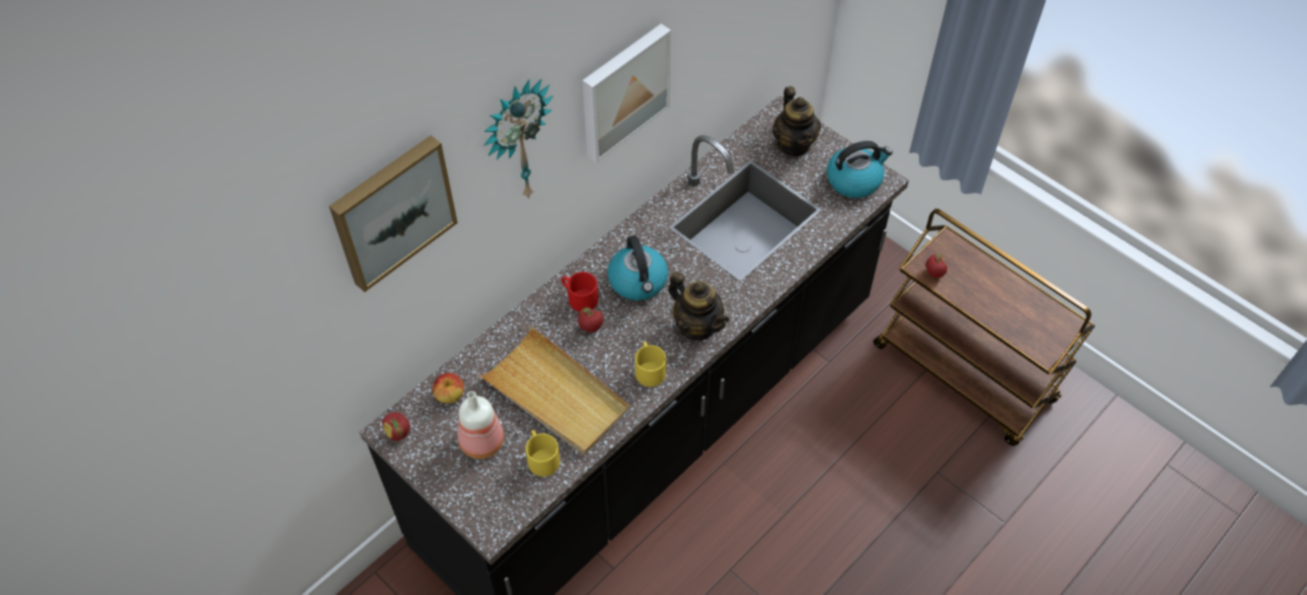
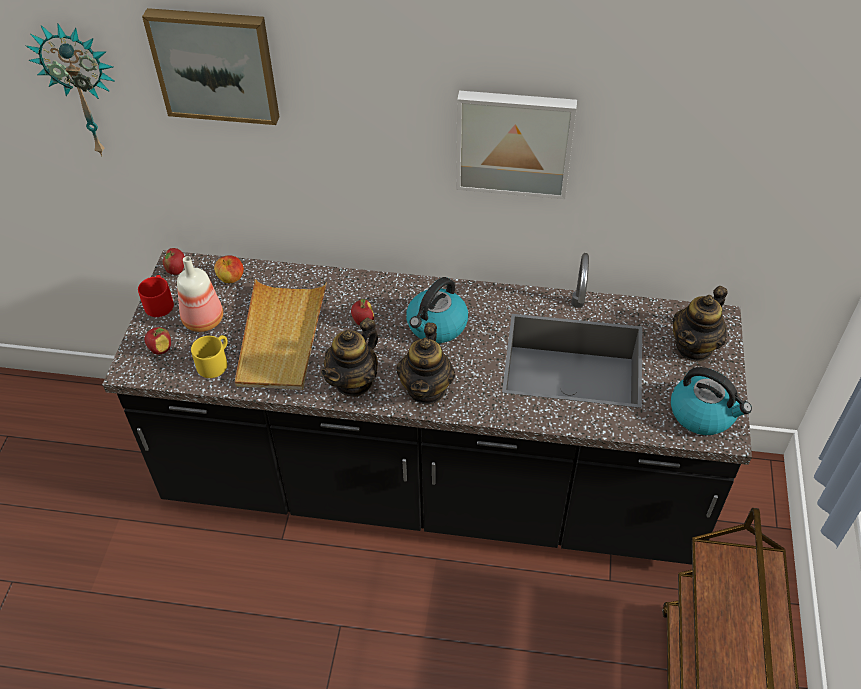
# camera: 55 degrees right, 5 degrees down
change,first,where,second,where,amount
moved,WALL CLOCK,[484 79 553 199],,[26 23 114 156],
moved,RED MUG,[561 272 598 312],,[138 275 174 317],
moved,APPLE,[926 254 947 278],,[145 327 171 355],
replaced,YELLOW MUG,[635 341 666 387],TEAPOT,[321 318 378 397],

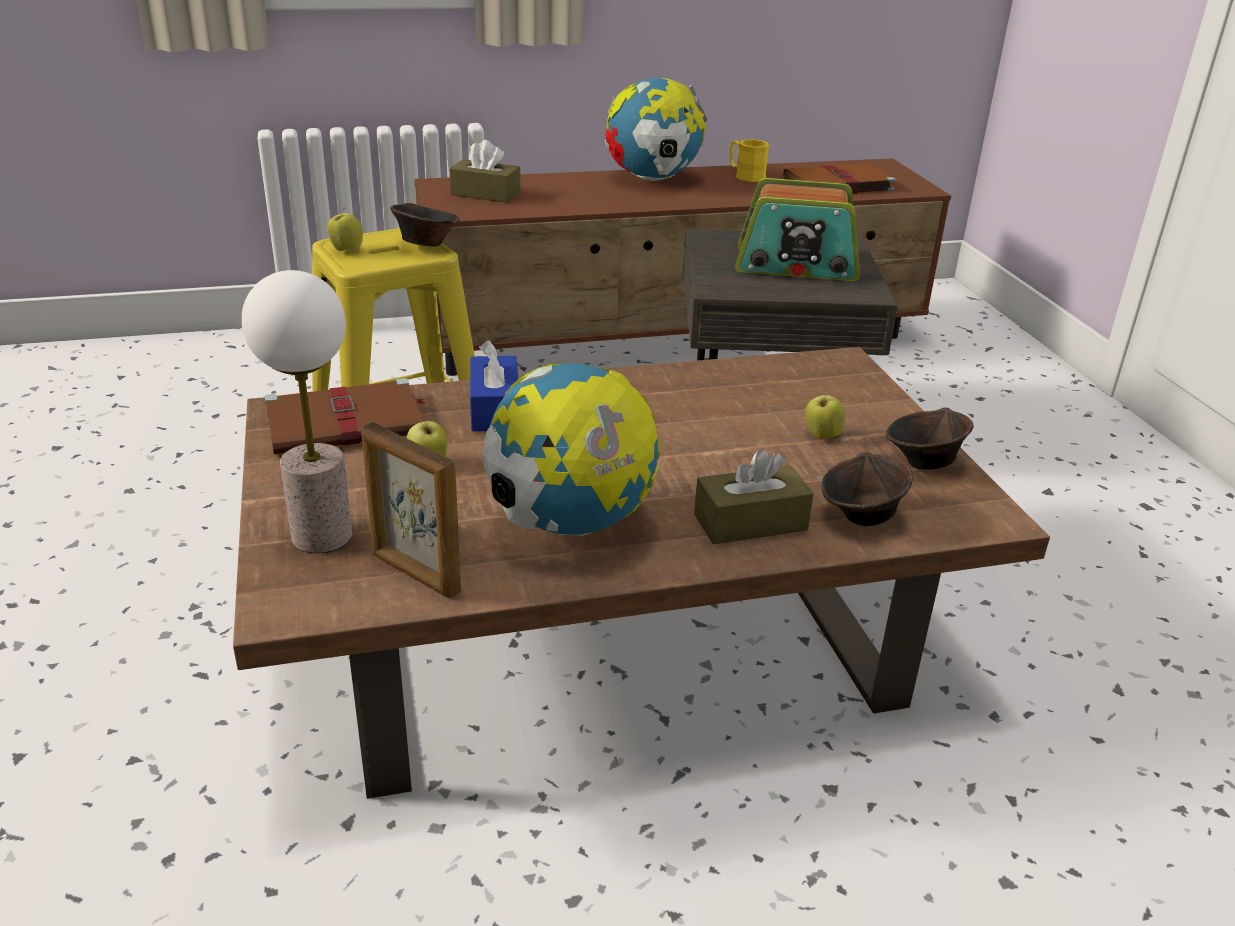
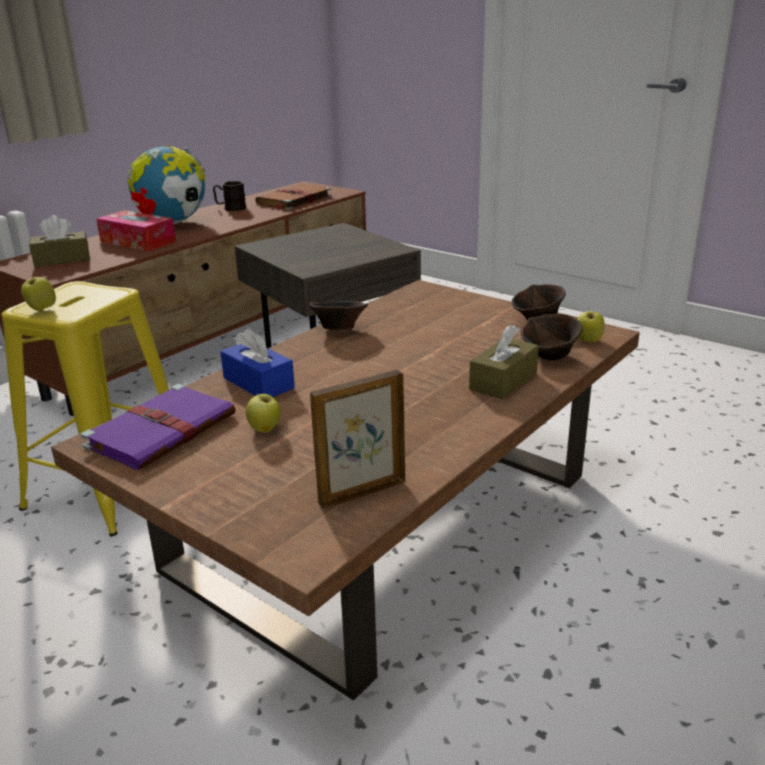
# camera: 35 degrees left, 5 degrees down
change,first,where,second,where,amount
recoloured,BROWN BOOK,[264 378 425 454],PURPLE BOOK,[81 384 236 470],
added,,,TISSUE BOX,[96 210 176 252],
recoloured,YELLOW MUG,[730 139 770 182],BLACK MUG,[213 181 246 211],
moved,BROWN BOWL,[390 203 460 247],,[310 301 368 330],
turned,PICTURE FRAME,[361 422 461 598],,[310 370 405 509],150 degrees clockwise
moved,APPLE,[805 390 845 439],,[577 307 604 342],
removed,TABLE LAMP,[242 270 352 553],,,
removed,GLOBE,[482 363 660 536],,,
removed,RADIO,[735 178 860 281],,,

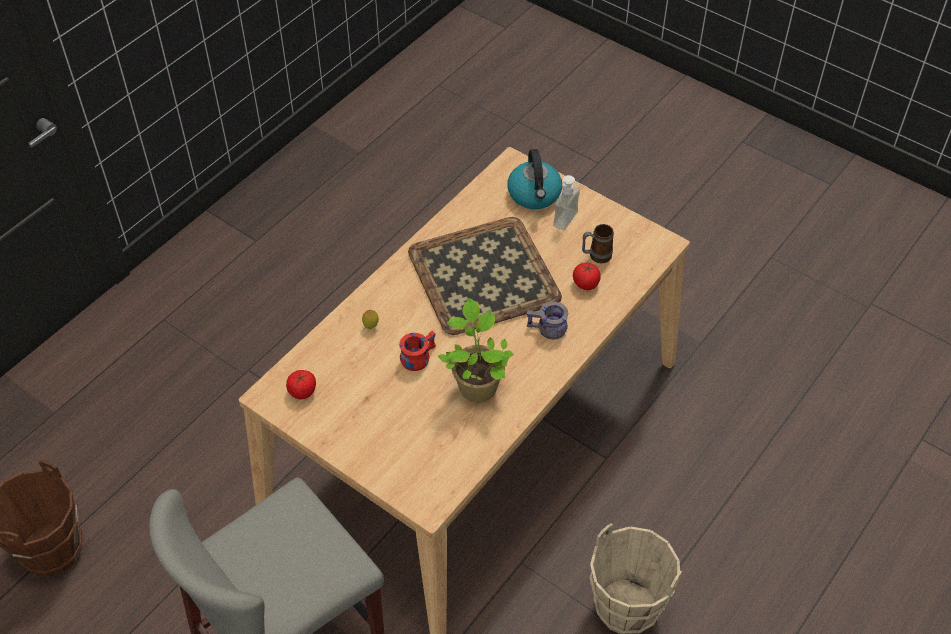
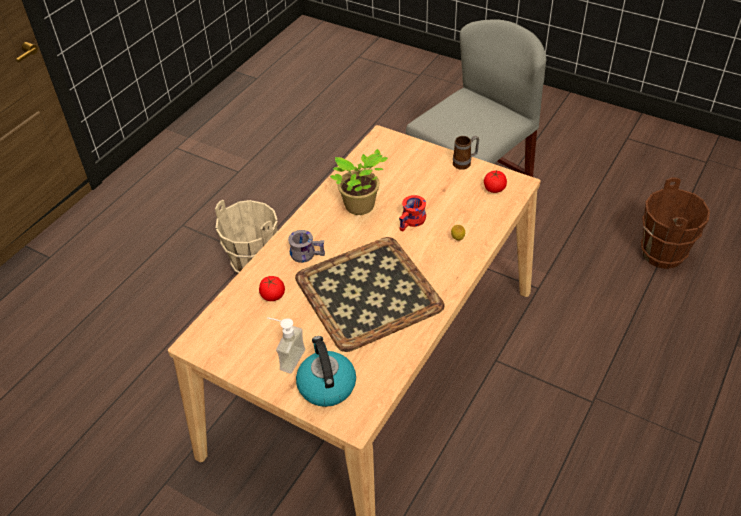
# camera: 175 degrees right, 5 degrees down
change,first,where,second,where,amount
moved,MUG,[582 224 614 263],,[453 136 479 170],

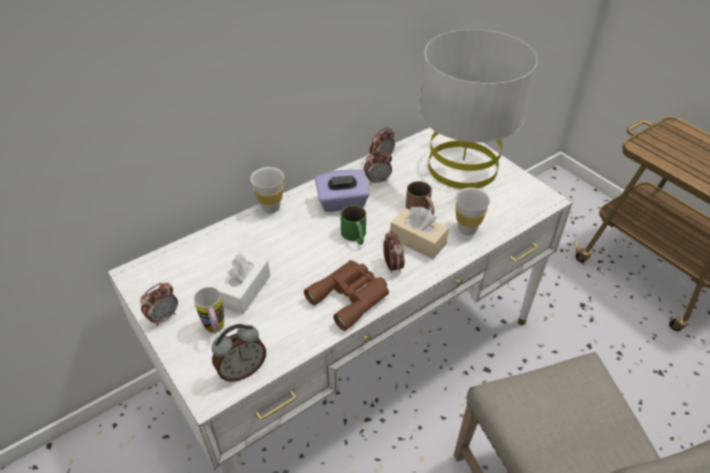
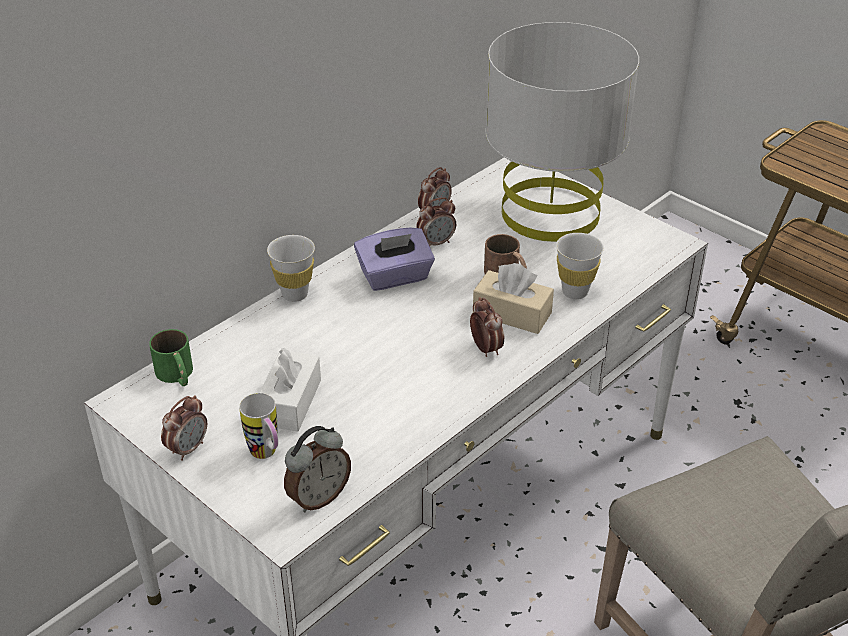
# camera: 10 degrees left, 5 degrees down
change,first,where,second,where,amount
moved,GREEN MUG,[341 205 366 245],,[149 329 193 386],
removed,BROWN BINOCULARS,[304 260 389 331],,,

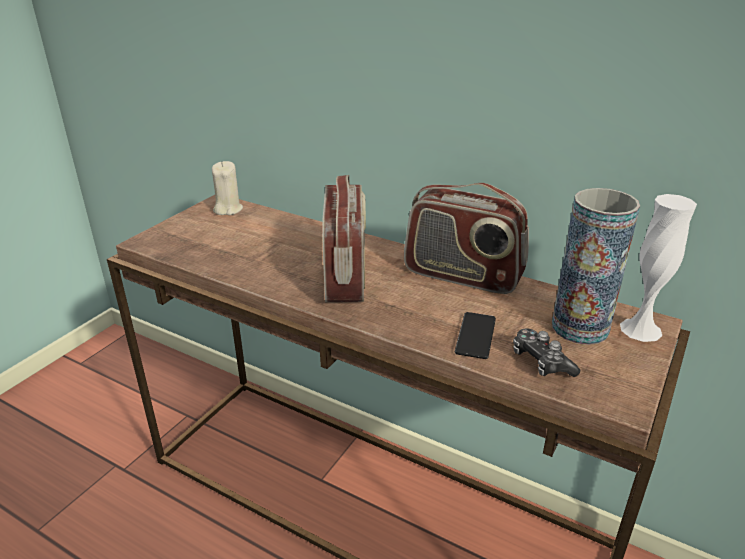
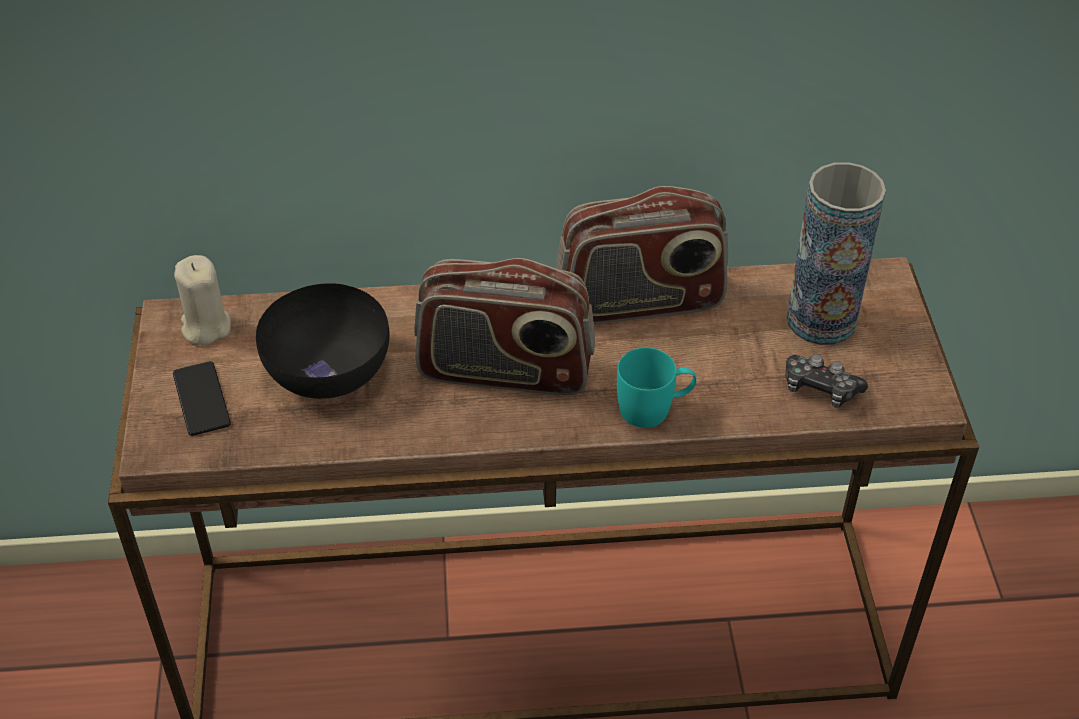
# camera: 35 degrees left, 15 degrees up
change,first,where,second,where,amount
moved,PHONE,[455 312 496 359],,[173 361 231 436],
added,,,BLACK BOWL,[256 283 389 399],
turned,RADIO,[322 175 366 302],,[415 258 595 395],135 degrees clockwise
added,,,TURQUOISE MUG,[617 348 697 428],
removed,WHITE VASE,[620 194 697 342],,,

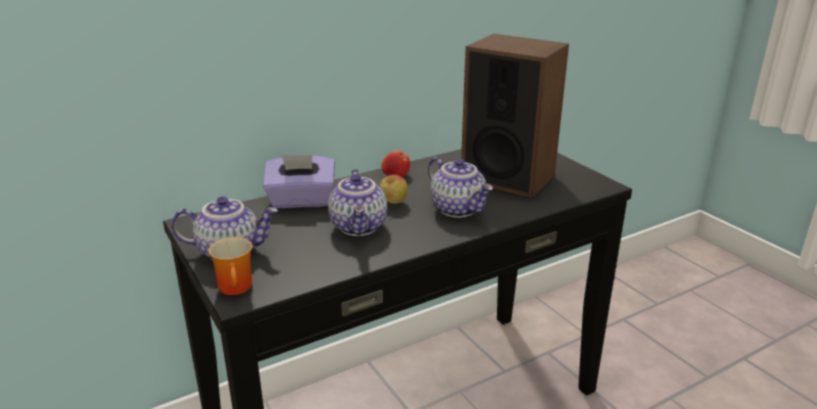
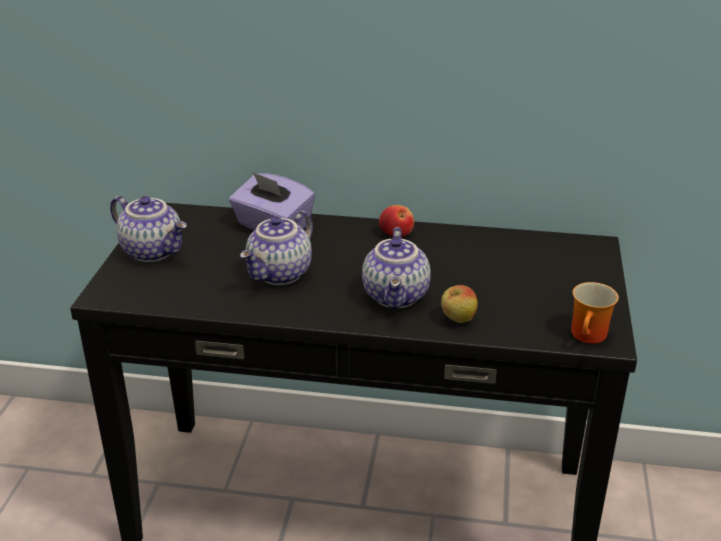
# camera: 40 degrees right, 5 degrees up
change,first,where,second,where,amount
moved,APPLE,[379 175 407 204],,[441 285 478 323],
moved,MUG,[208 237 252 295],,[571 282 619 344],
removed,SPEAKER,[461 34 569 198],,,

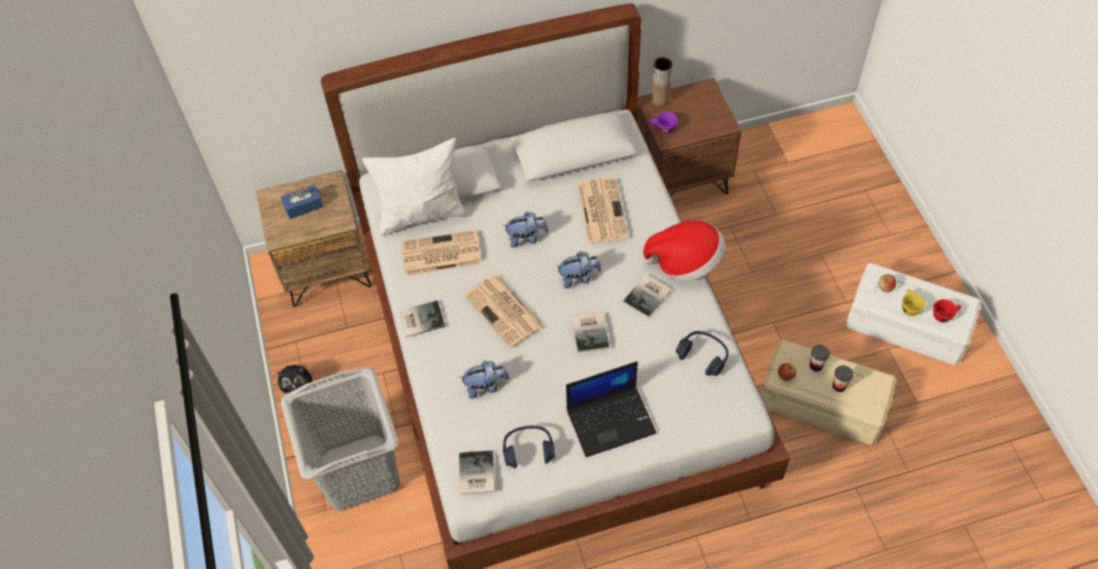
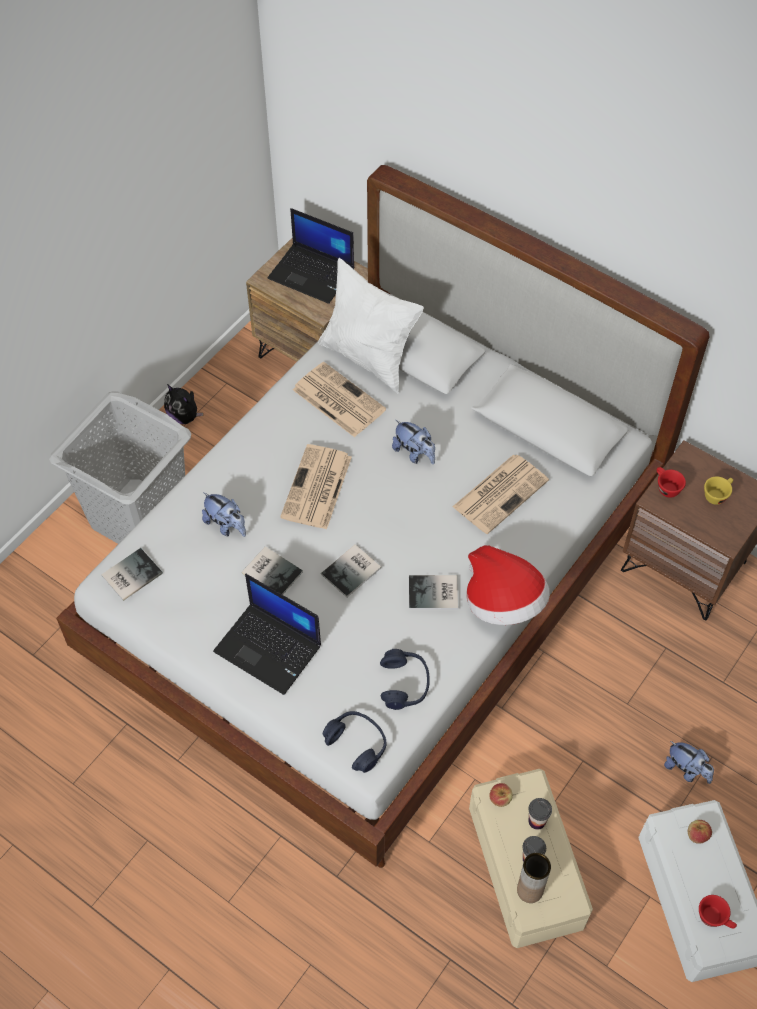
# camera: 50 degrees right, 0 degrees up
change,first,where,second,where,amount
moved,BOOK,[399 300 445 337],,[242 546 303 595],
replaced,BLUE TISSUE BOX,[281 184 324 219],LAPTOP,[268 208 354 304],
moved,BLUE HEADPHONES,[503 426 555 468],,[323 711 387 773],
moved,BROWN VASE,[651 57 673 107],,[517 853 551 903],
recoloured,PURPLE CUP,[649 112 678 134],RED CUP,[657 467 686 498],
moved,PLUSH TOY,[556 251 601 288],,[664 741 714 784],
moved,YELLOW CUP,[902 289 925 316],,[704 476 733 505],

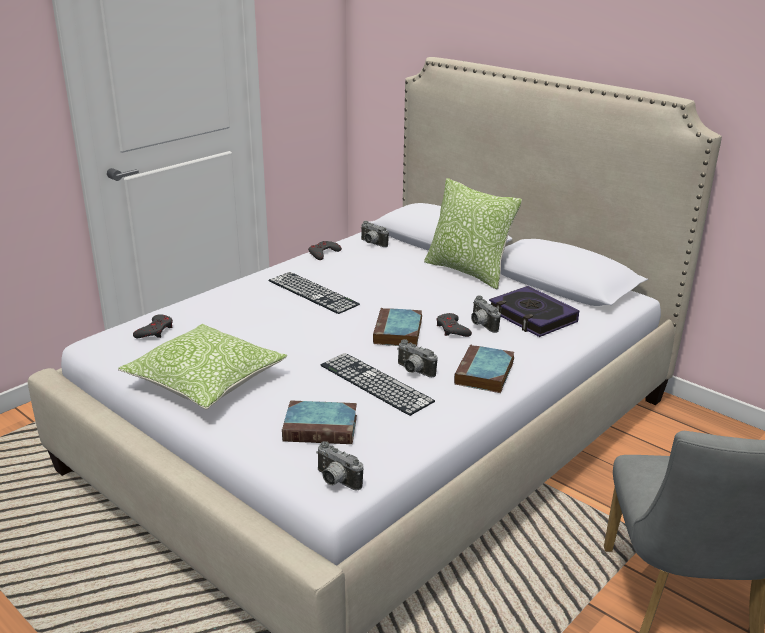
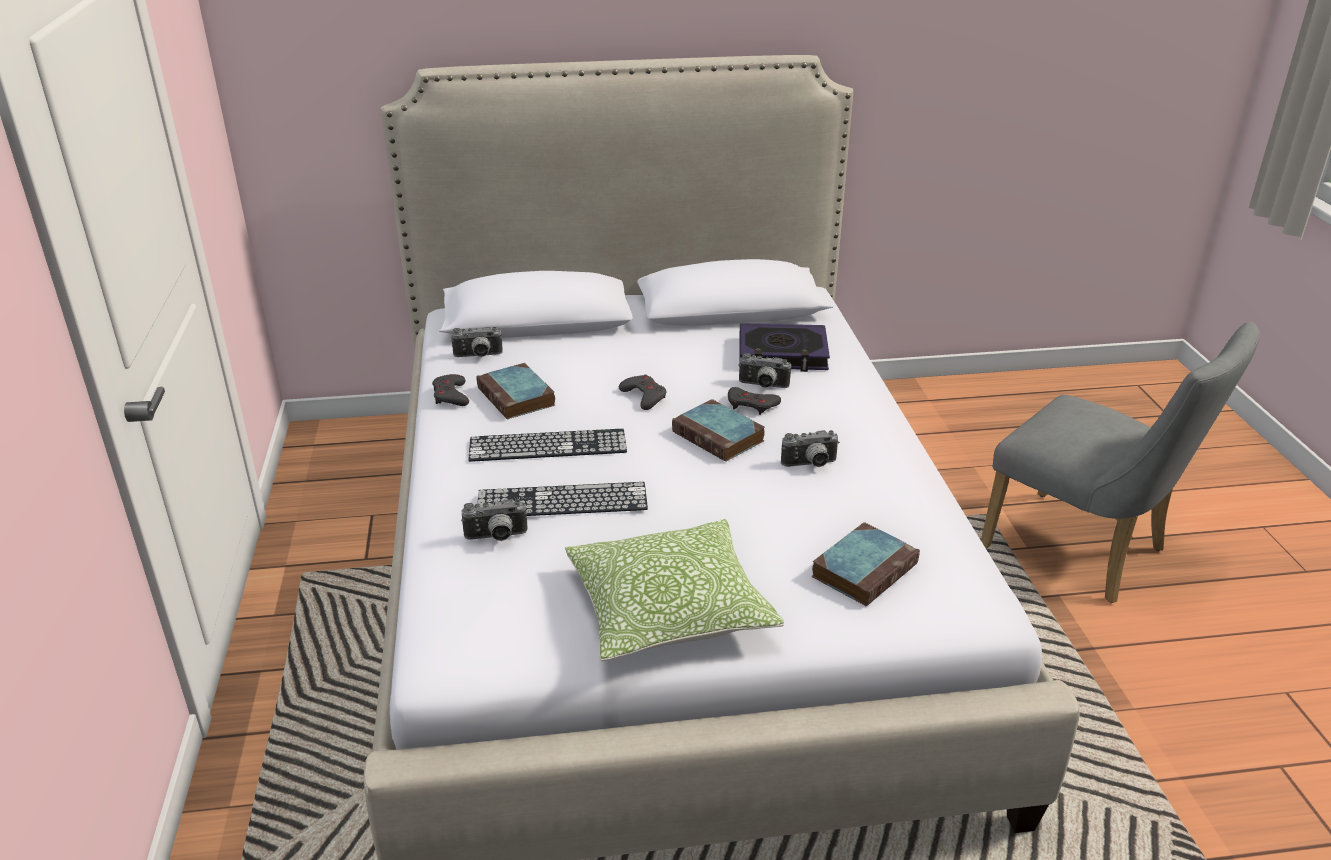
# camera: 50 degrees left, 5 degrees up
change,first,where,second,where,amount
moved,PHOTO CAMERA,[316 441 364 491],,[461 499 528 541],
moved,BOOK,[454 345 514 393],,[476 363 555 419],
moved,KEYBOARD,[321 353 435 416],,[478 482 648 516],
moved,GREY GAME CONTROLLER,[133 314 173 338],,[619 375 666 410],
removed,PILLOW,[424 178 522 290],,,

